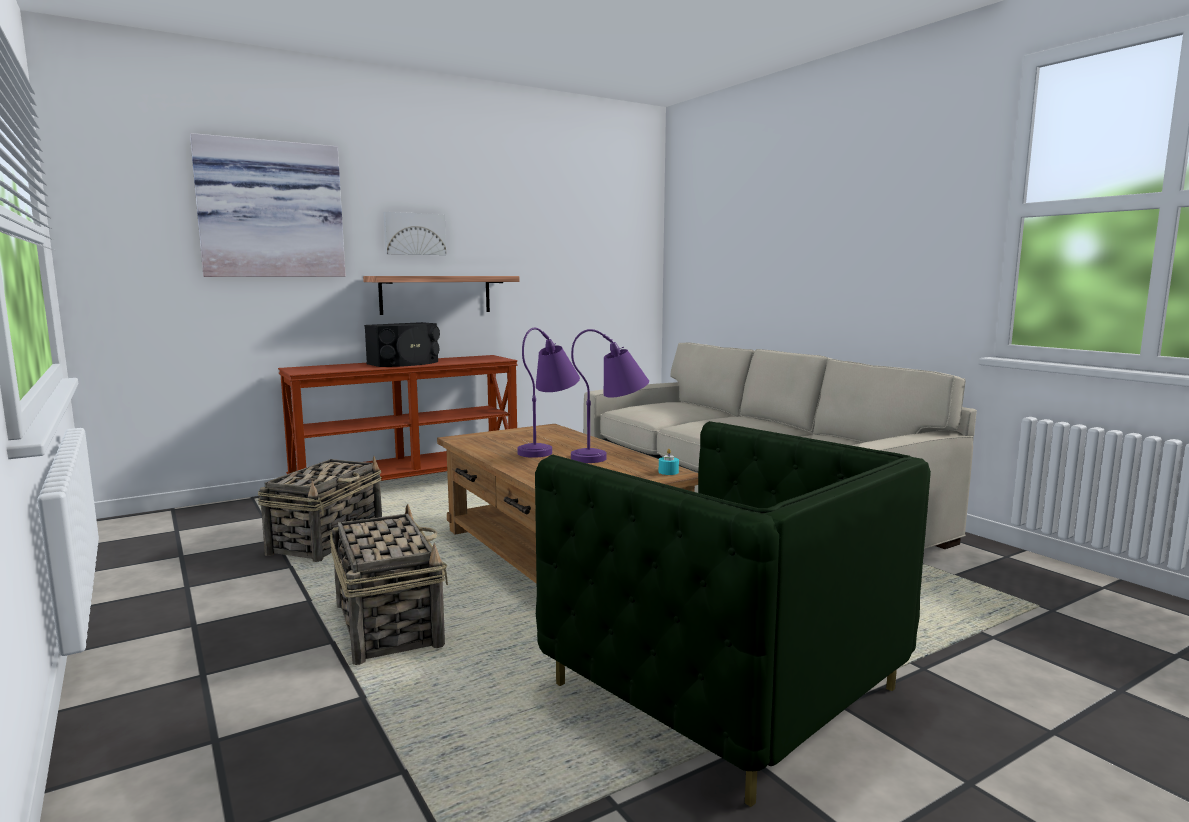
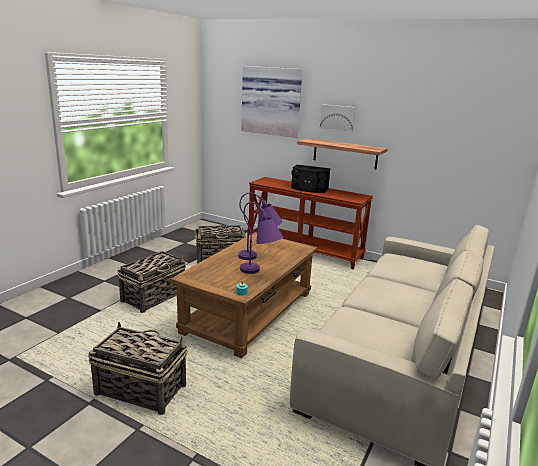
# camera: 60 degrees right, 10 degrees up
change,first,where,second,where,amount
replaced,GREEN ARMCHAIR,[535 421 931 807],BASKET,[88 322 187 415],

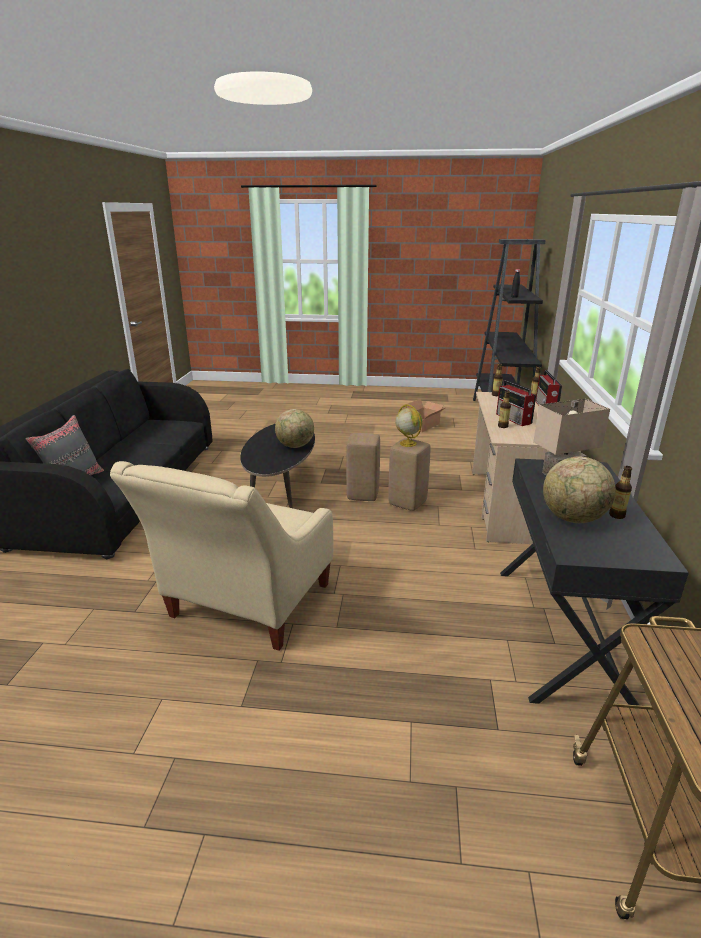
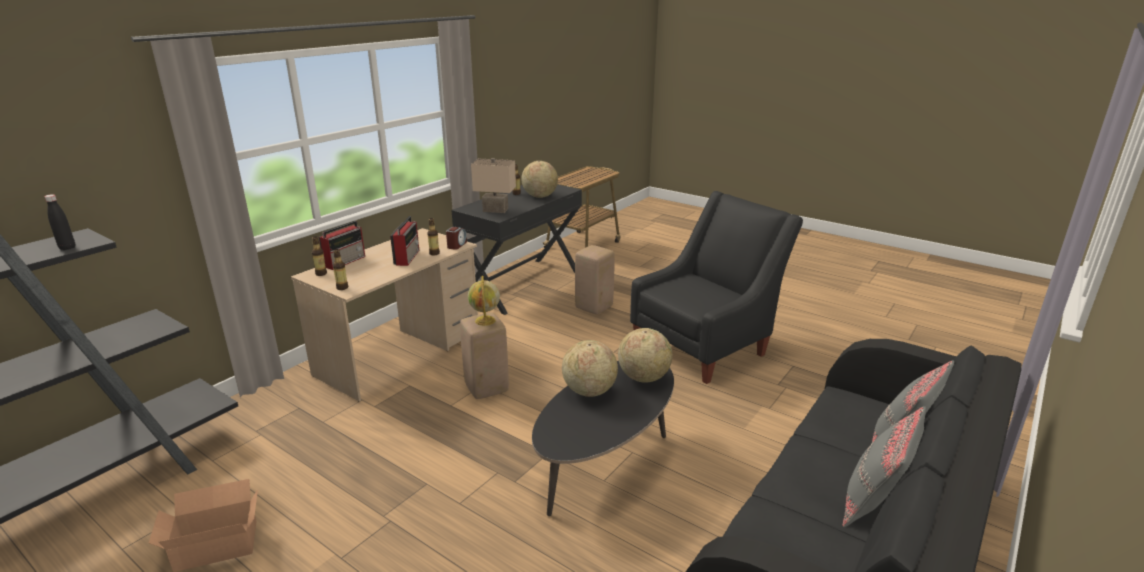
# camera: 150 degrees left, 0 degrees up
change,first,where,second,where,amount
added,,,ALARM CLOCK,[446 227 467 250],
moved,BEIGE STOOL,[346 433 380 501],,[575 245 615 314],
added,,,GLOBE,[618 328 672 383],
recoloured,BEIGE ARMCHAIR,[110 461 333 651],BLACK ARMCHAIR,[630 191 803 384],
added,,,GREY PILLOW,[843 406 926 527],

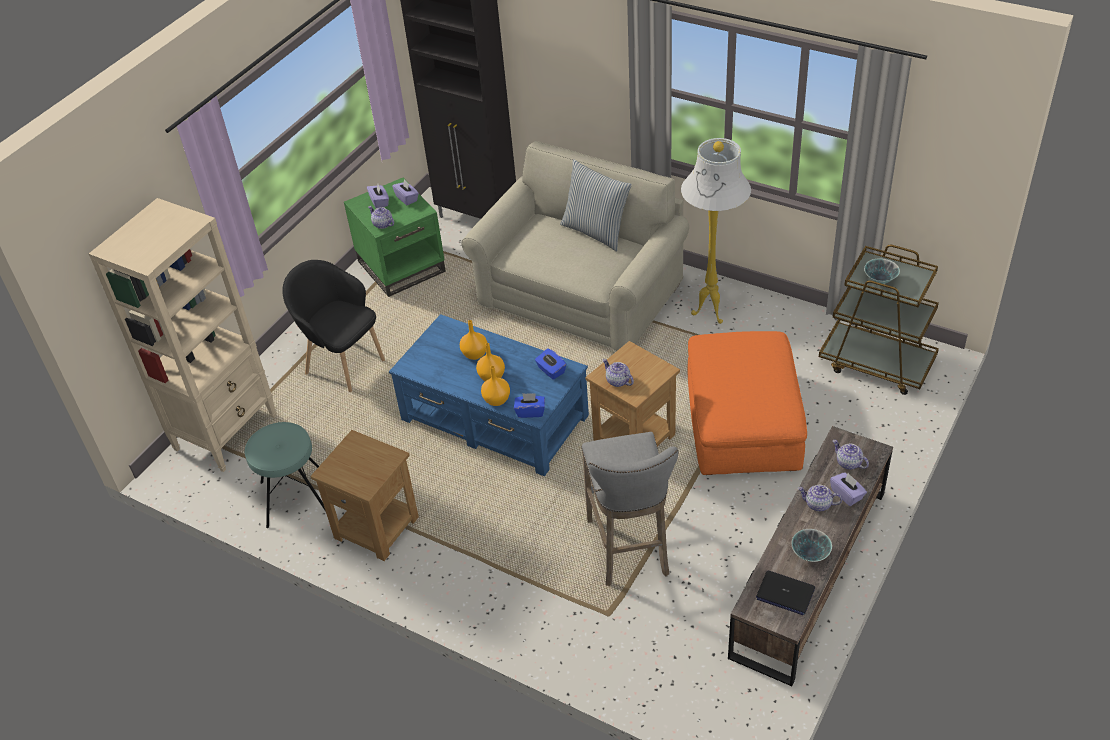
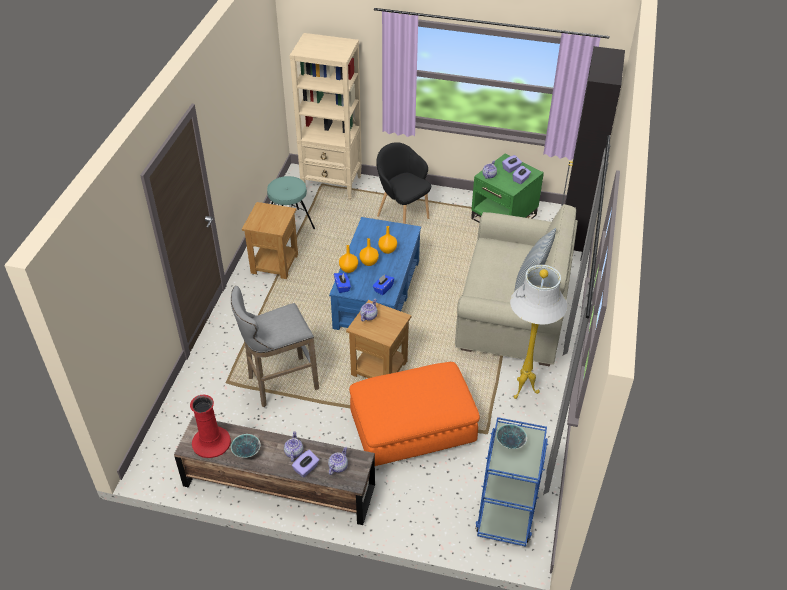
# camera: 70 degrees right, 0 degrees up
change,first,where,second,where,amount
replaced,LAPTOP,[756 571 815 615],RED VASE,[190 395 231 458],
turned,BLACK ARMCHAIR,[282 260 385 392],,[376 142 431 224],60 degrees counterclockwise
recoloured,BROWN CART,[819 245 939 395],BLUE CART,[475 417 548 547],

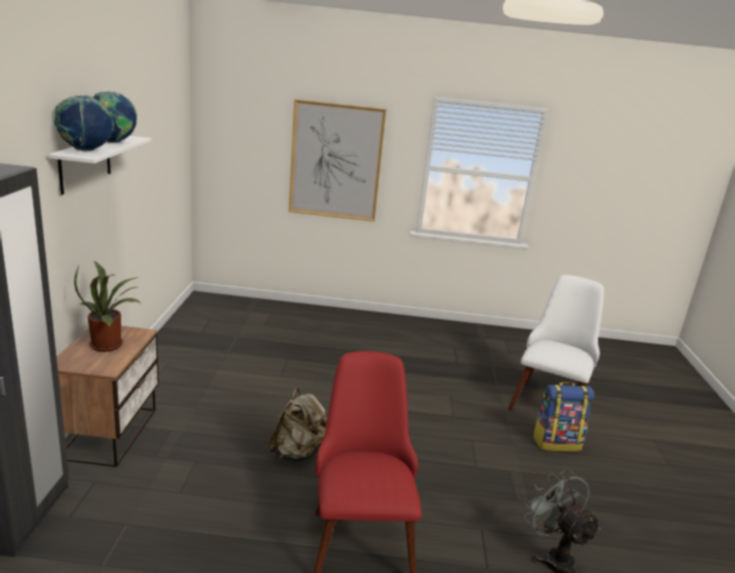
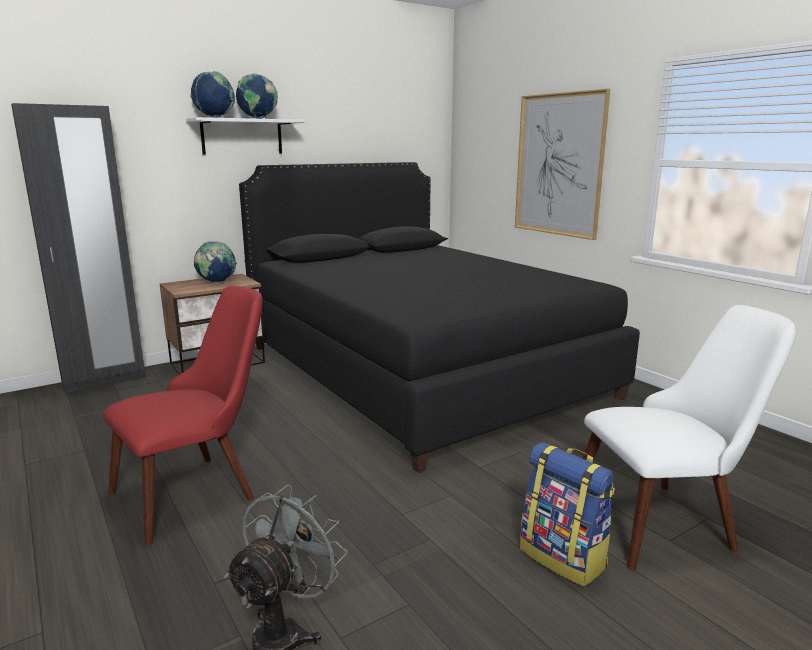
# camera: 55 degrees right, 5 degrees down
change,first,where,second,where,amount
replaced,POTTED PLANT,[74 261 140 352],GLOBE,[194 241 237 284],
added,,,BLACK BED,[239 162 640 473],
removed,BEIGE BACKPACK,[269 388 327 461],,,

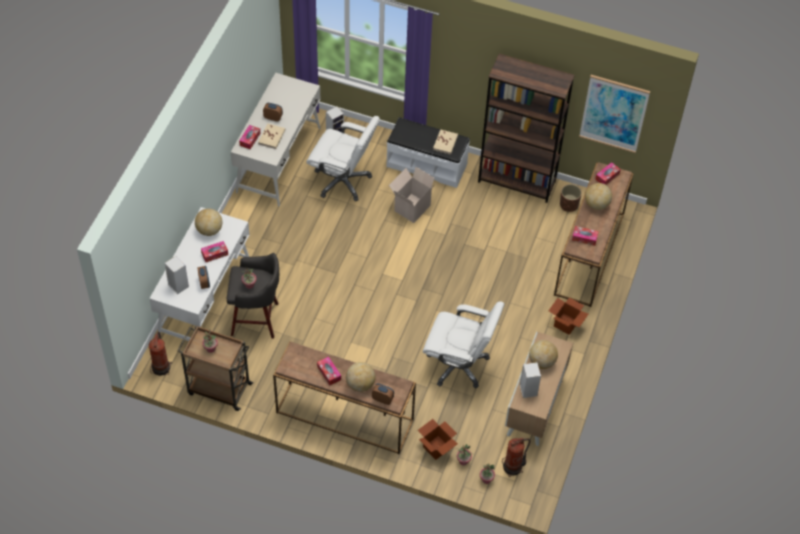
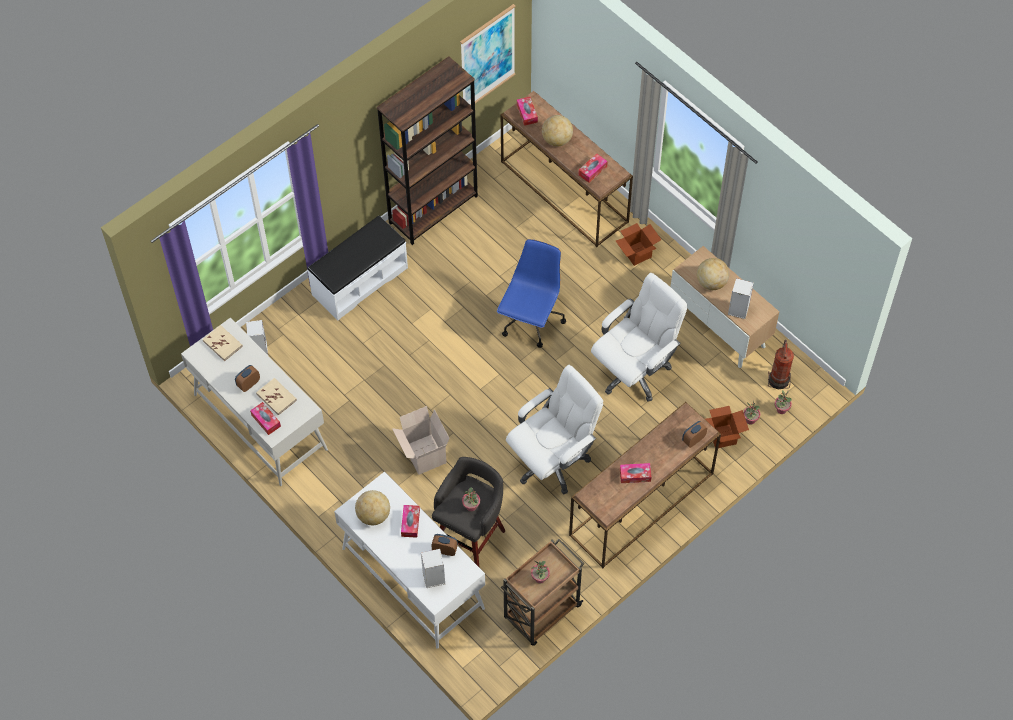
# camera: 60 degrees left, 5 degrees up
change,first,where,second,where,amount
moved,BEIGE BOOK,[433 129 458 155],,[202 325 243 361],
moved,CARDBOARD BOX,[389 167 435 223],,[392 406 450 475],
added,,,BLUE OFFICE CHAIR,[497 239 566 348],
moved,WHITE OFFICE CHAIR,[306 116 380 201],,[506 365 604 494],
removed,FIRE EXTINGUISHER,[149 332 172 376],,,
removed,GLOBE,[346 362 375 392],,,
removed,BROWN PLANTER,[560 184 582 212],,,

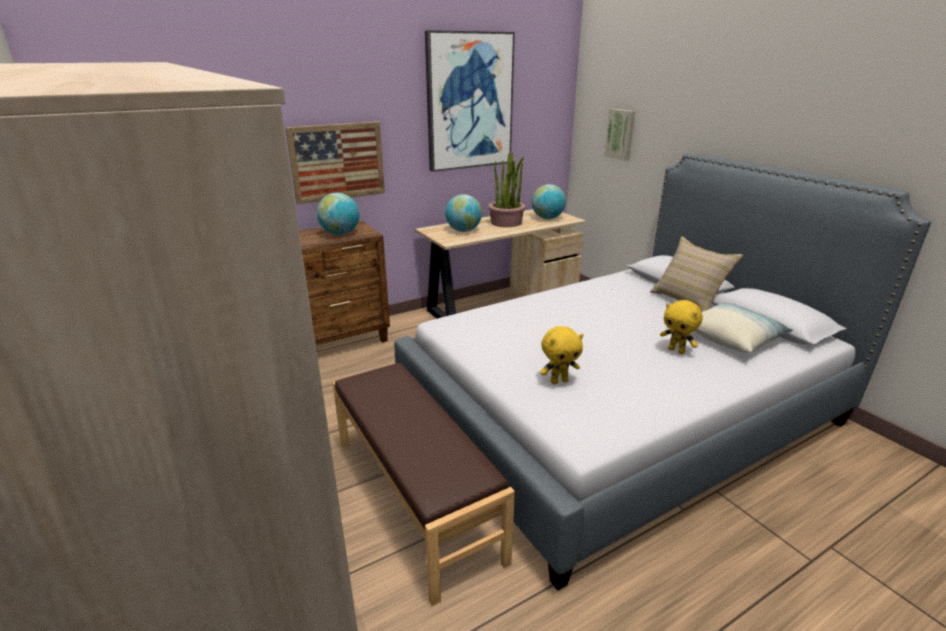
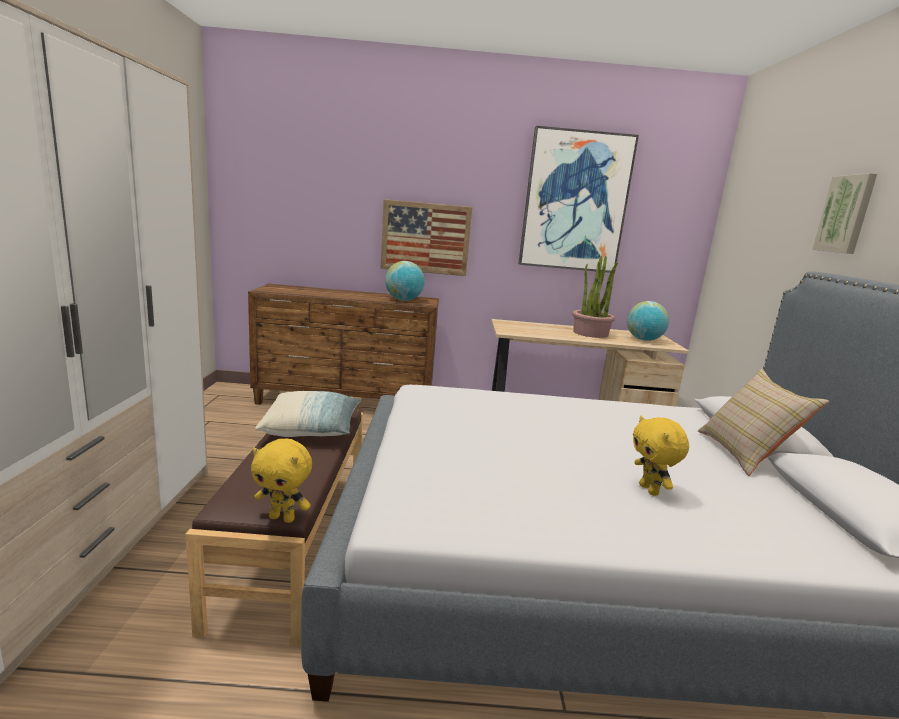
# camera: 30 degrees right, 10 degrees down
change,first,where,second,where,amount
moved,YELLOW PLUSH TOY,[540 326 584 384],,[251 439 312 523],
moved,PILLOW,[695 303 793 353],,[255 391 361 437],
moved,PICTURE,[604 109 635 160],,[812 173 877 254],
removed,GLOBE,[445 194 482 232],,,

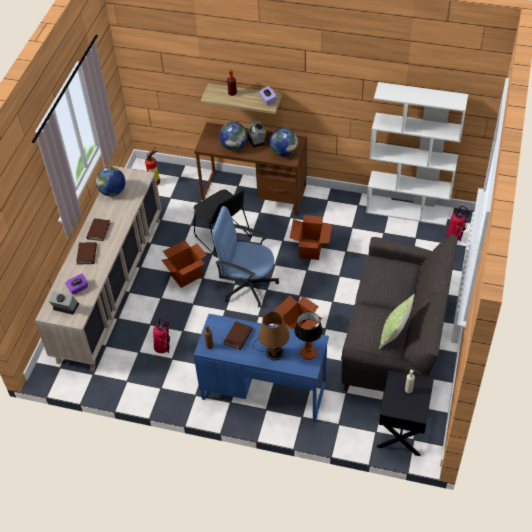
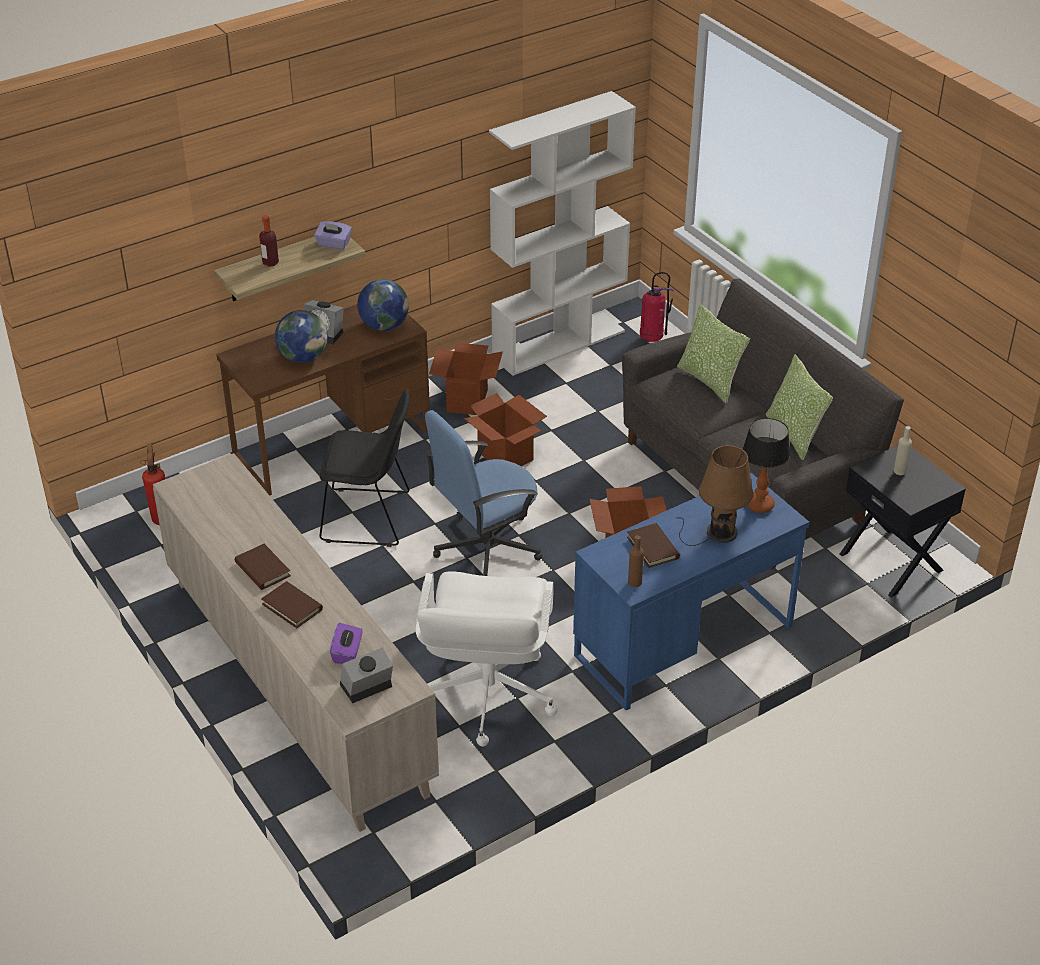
# camera: 50 degrees left, 10 degrees down
change,first,where,second,where,amount
replaced,FIRE EXTINGUISHER,[153 318 170 353],WHITE OFFICE CHAIR,[416 571 558 747],
moved,CARDBOARD BOX,[161 240 207 288],,[429 343 503 415],
added,,,PILLOW,[677 304 750 403],
removed,GLOBE,[96 167 125 196],,,

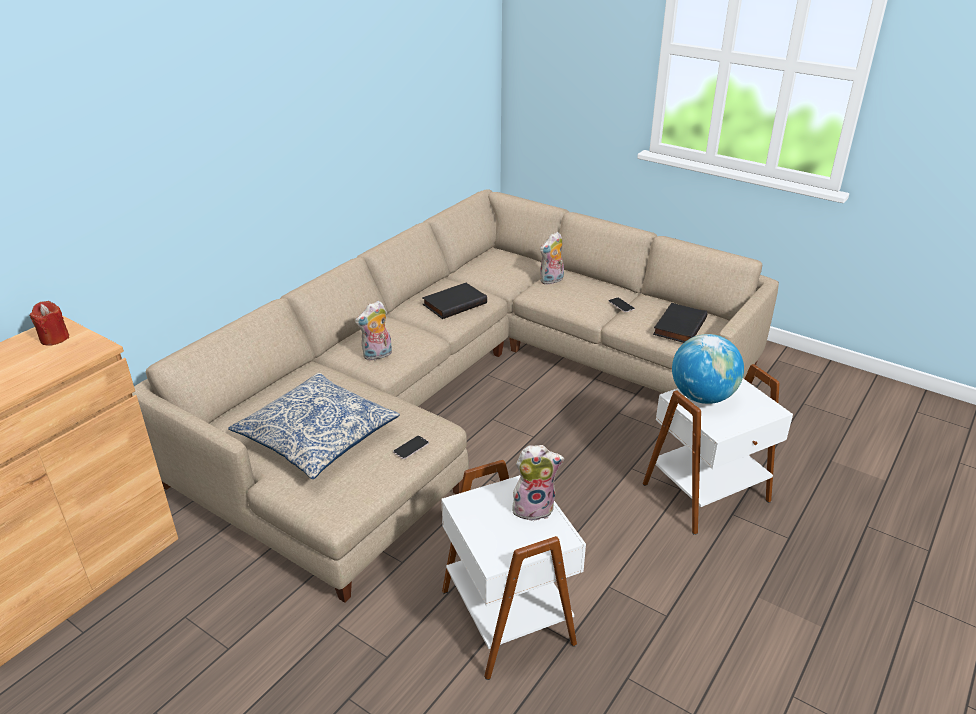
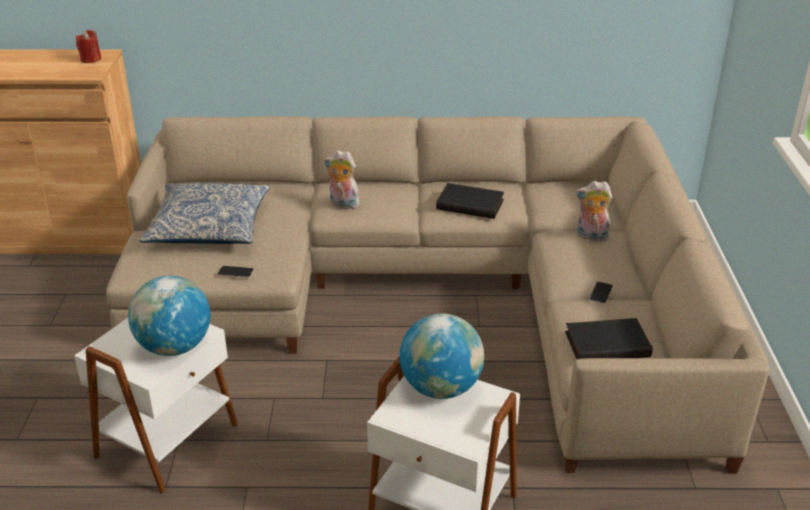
# camera: 55 degrees right, 0 degrees up
change,first,where,second,where,amount
replaced,PLUSH TOY,[512 445 564 521],GLOBE,[128 276 210 356],

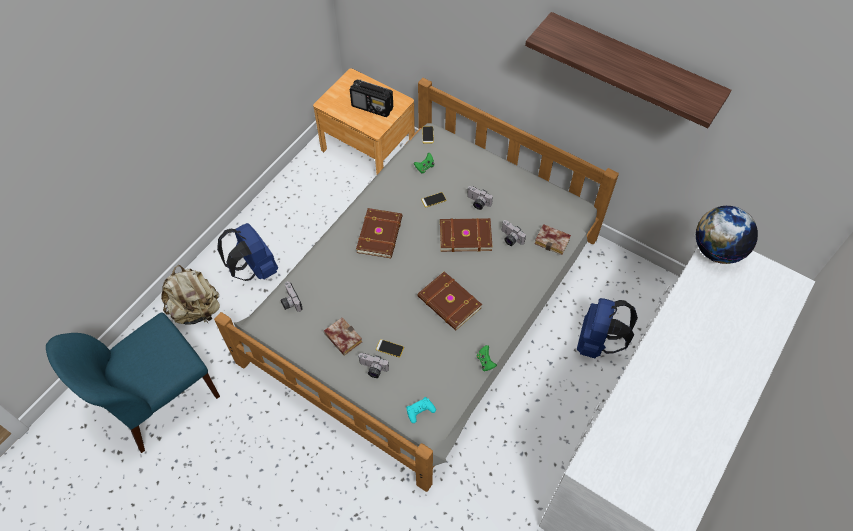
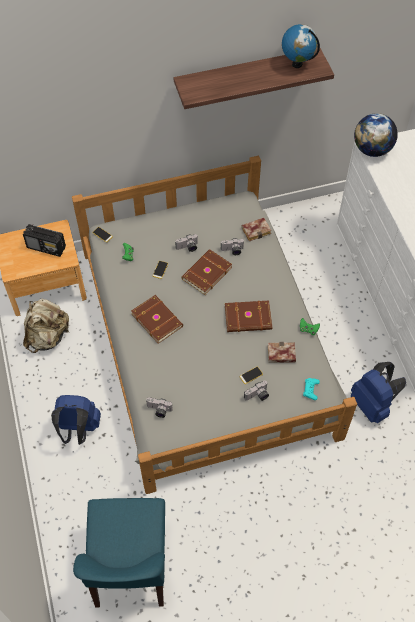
# camera: 50 degrees left, 0 degrees up
change,first,where,second,where,amount
turned,RADIO,[350 79 393 117],,[23 224 66 257],45 degrees clockwise
moved,BEIGE BACKPACK,[161 265 220 324],,[23 299 69 353],
moved,BOOK,[324 317 362 356],,[268 342 296 363],
added,,,GLOBE,[282 24 320 68],
moved,BLUE BACKPACK,[577 298 638 359],,[351 362 406 423],

